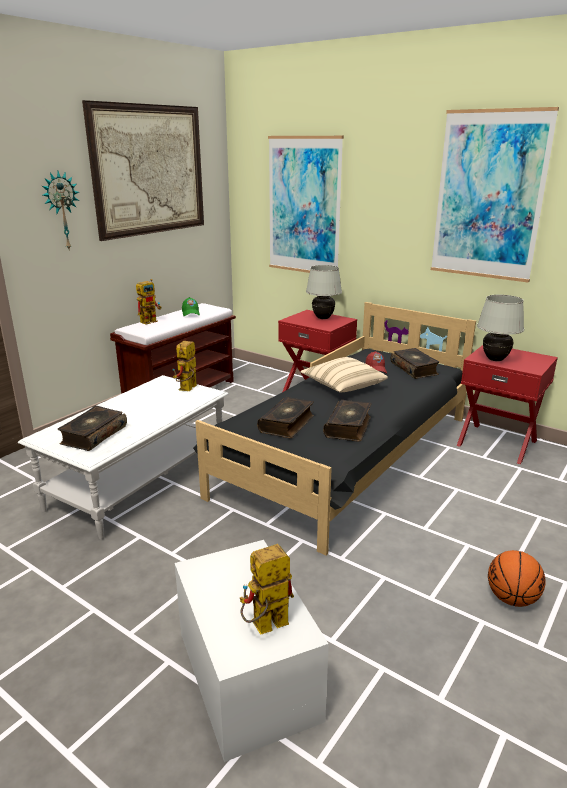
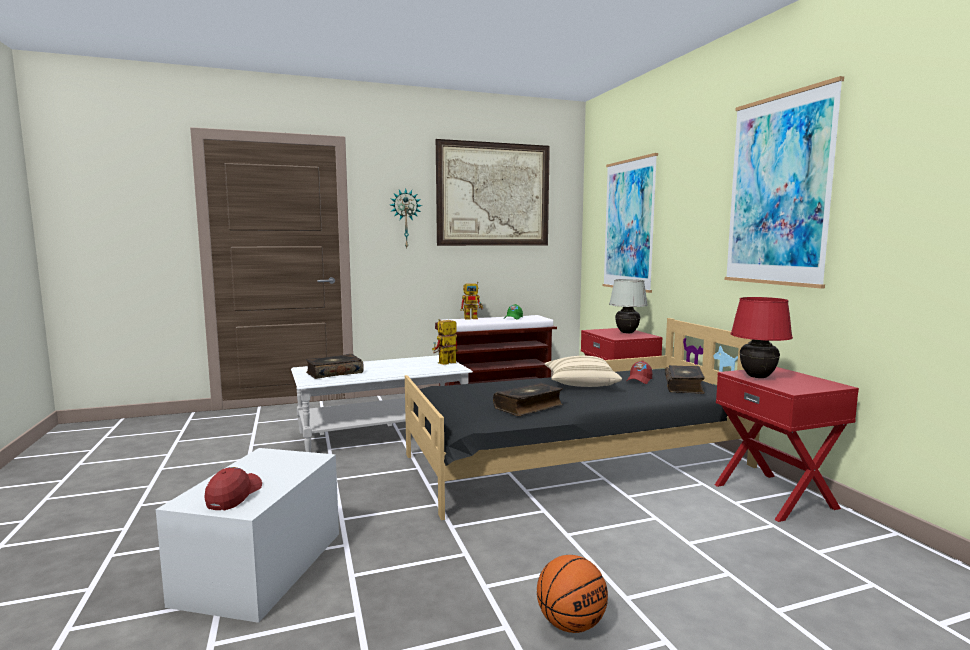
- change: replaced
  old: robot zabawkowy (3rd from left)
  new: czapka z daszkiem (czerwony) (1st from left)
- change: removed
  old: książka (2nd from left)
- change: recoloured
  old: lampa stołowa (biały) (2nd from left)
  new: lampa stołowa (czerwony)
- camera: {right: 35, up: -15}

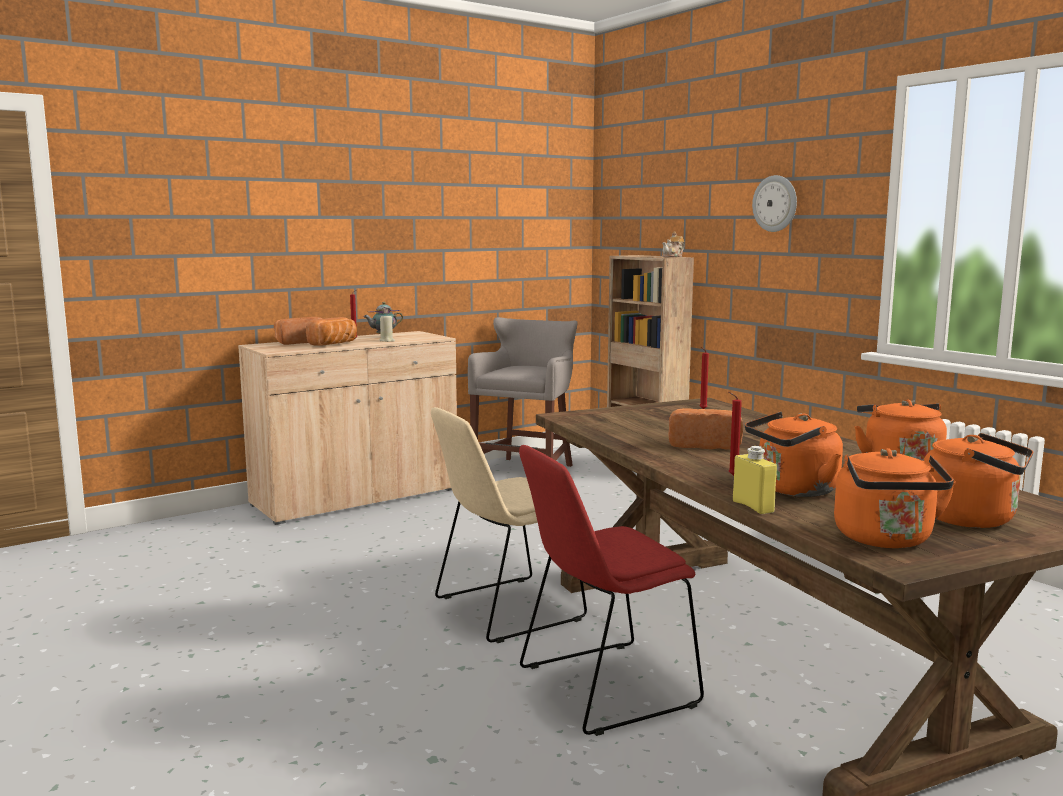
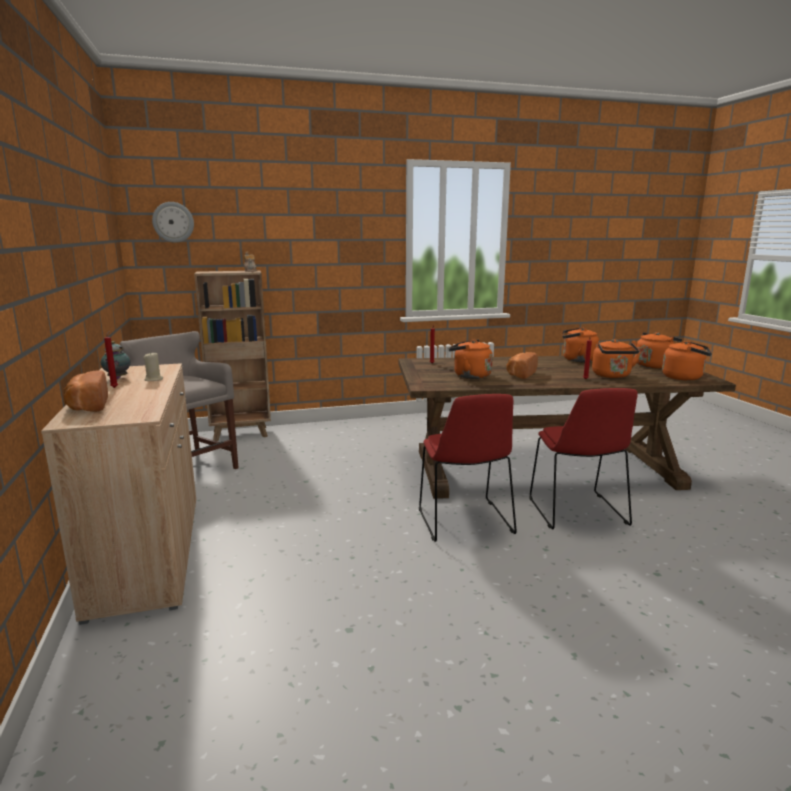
- change: removed
  old: chleb (2nd from left)
- change: recoloured
  old: krzesło (beżowy)
  new: krzesło (czerwony) (1st from left)
- change: removed
  old: butelka (żółty)
- change: moved
  old: zegar ścienny
- change: added
  new: czajnik (pomarańczowy) (1st from left)
- camera: {right: -70, up: 5}

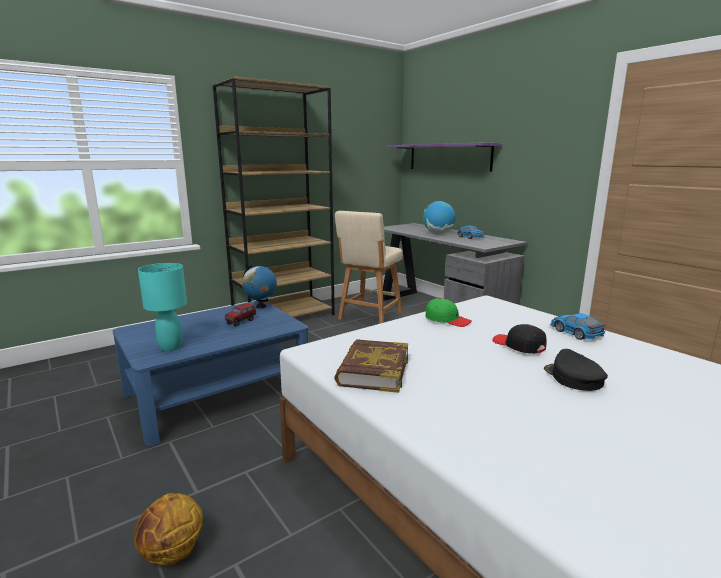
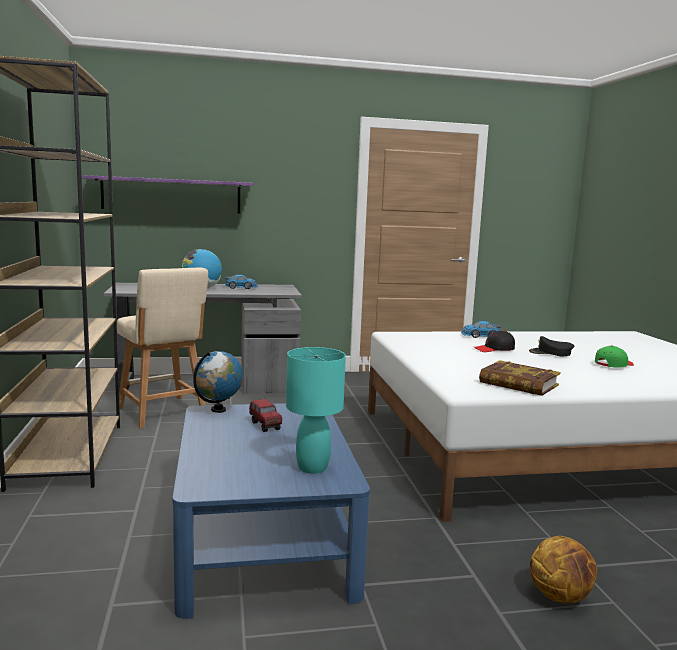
- change: moved
  old: czapka z daszkiem (zielony)
- camera: {right: -65, up: -5}

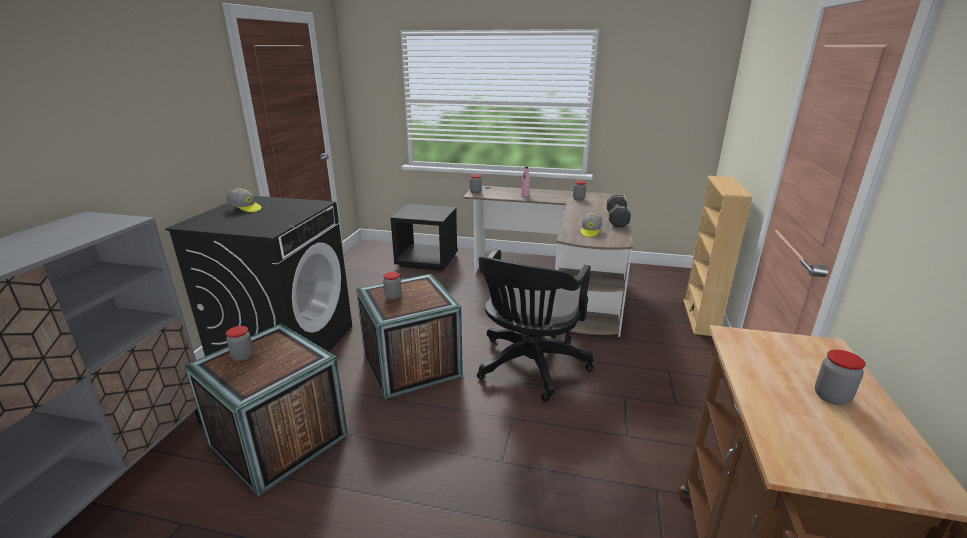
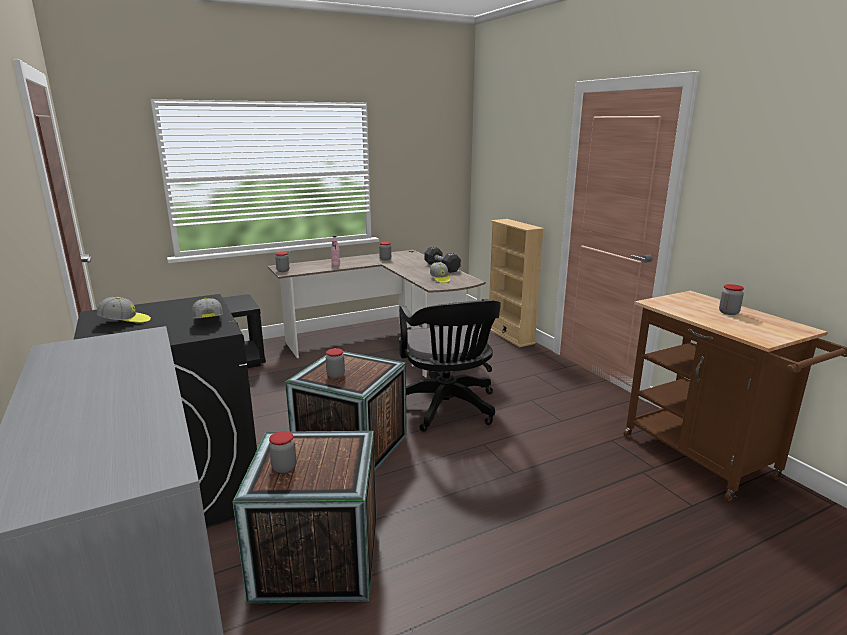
- change: added
  new: czapka z daszkiem (2nd from left)
- camera: {right: -40, up: -5}

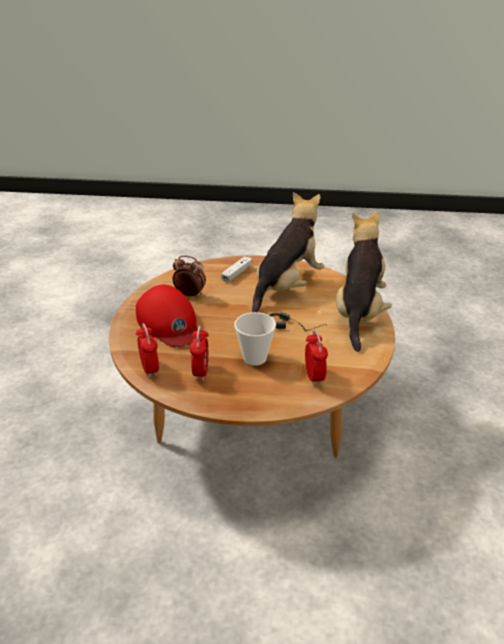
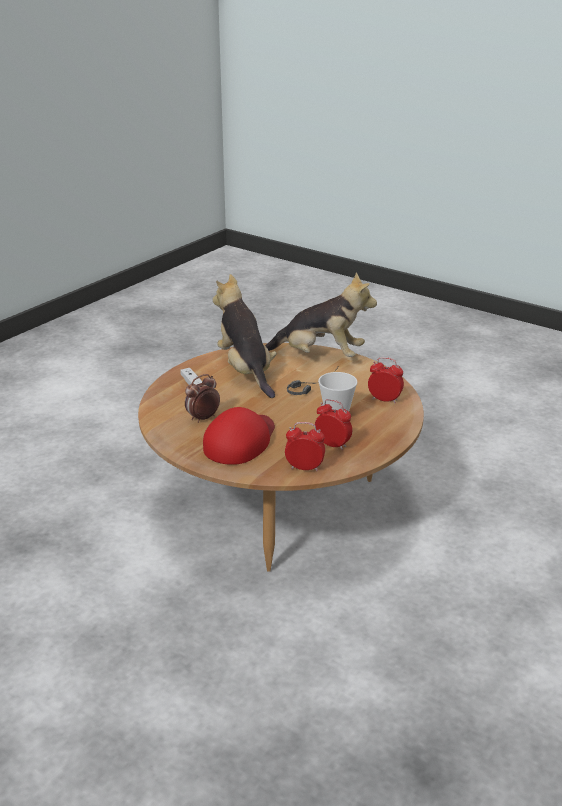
- change: turned
  old: czapka z daszkiem (czerwony)
  degrees: -60
- change: turned
  old: pluszak (2nd from left)
  degrees: 150
- camera: {right: -60, up: -5}

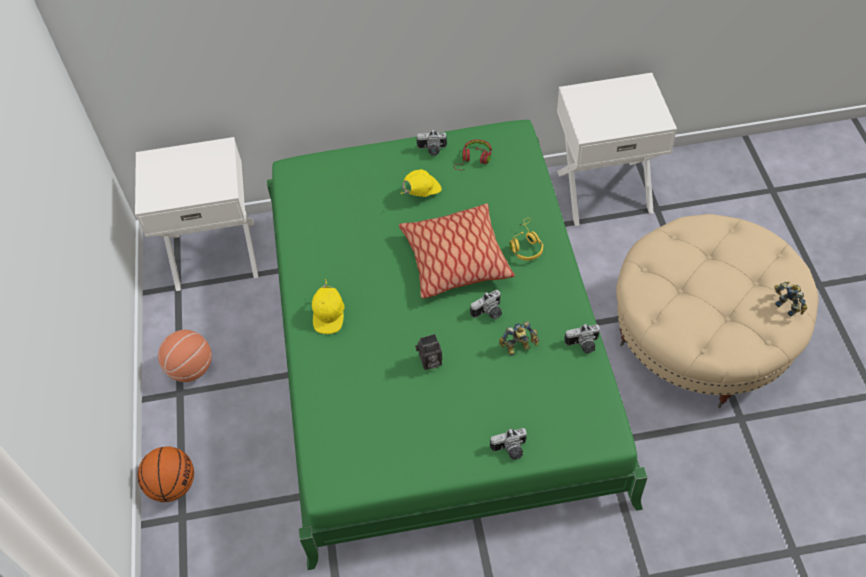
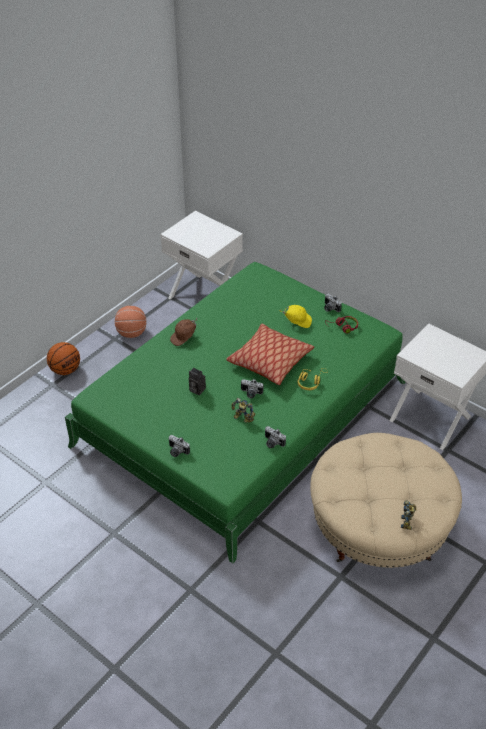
- change: recoloured
  old: czapka z daszkiem (żółty) (1st from left)
  new: czapka z daszkiem (brązowy)
- camera: {right: 45, up: -10}

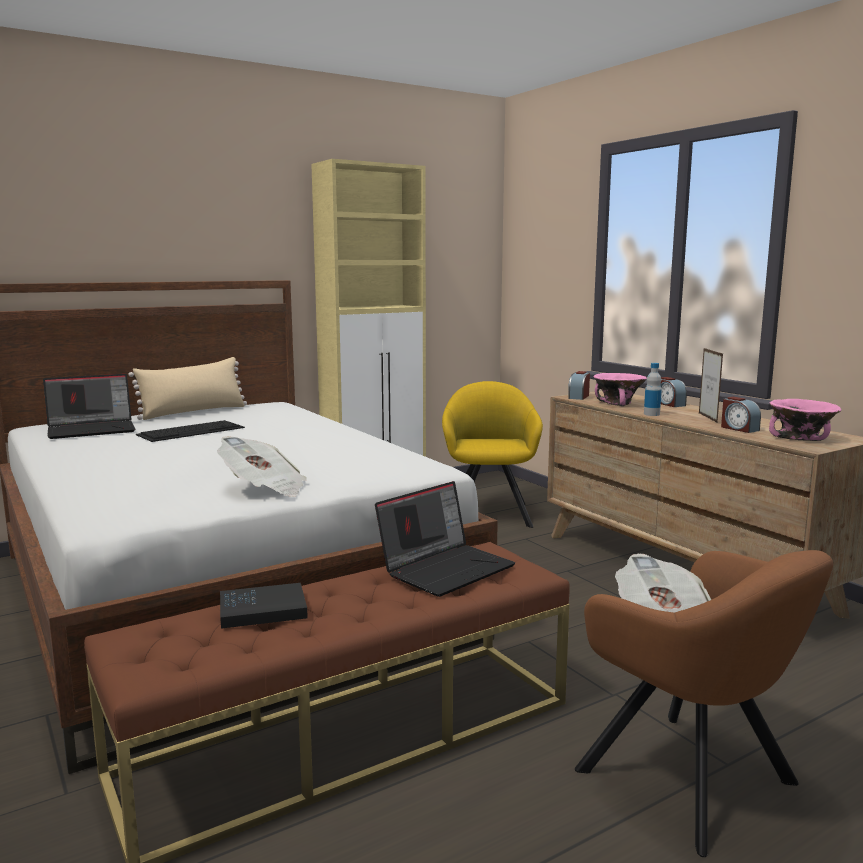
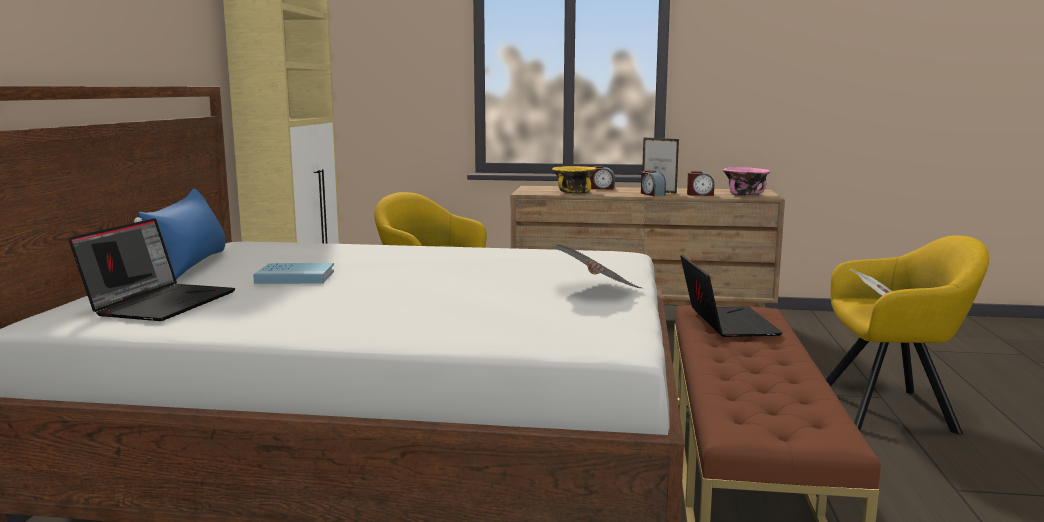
- change: recoloured
  old: poduszka (beżowy)
  new: poduszka (niebieski)
- change: replaced
  old: klawiatura
  new: książka (niebieski)
- change: removed
  old: książka (czarny)
- change: moved
  old: budzik (1st from left in the first image)
  new: budzik (2nd from left)
- change: recoloured
  old: fotel (brązowy)
  new: fotel (żółty) (2nd from left)
- change: recoloured
  old: miska (różowy) (1st from left)
  new: miska (żółty)
- change: removed
  old: butelka
- camera: {right: -50, up: 0}

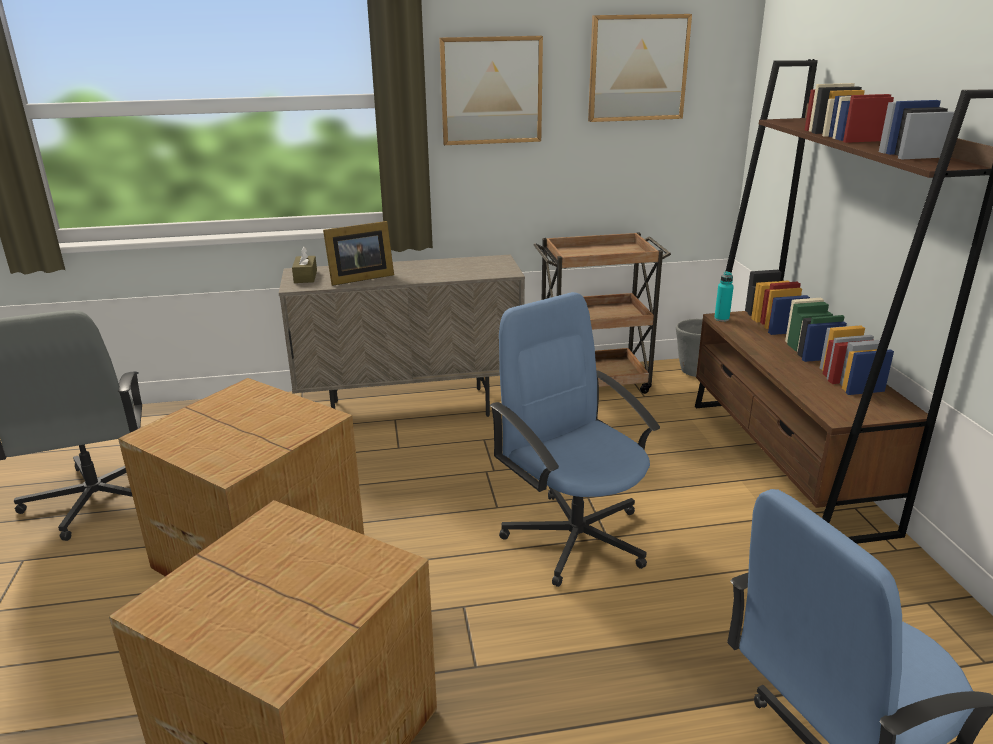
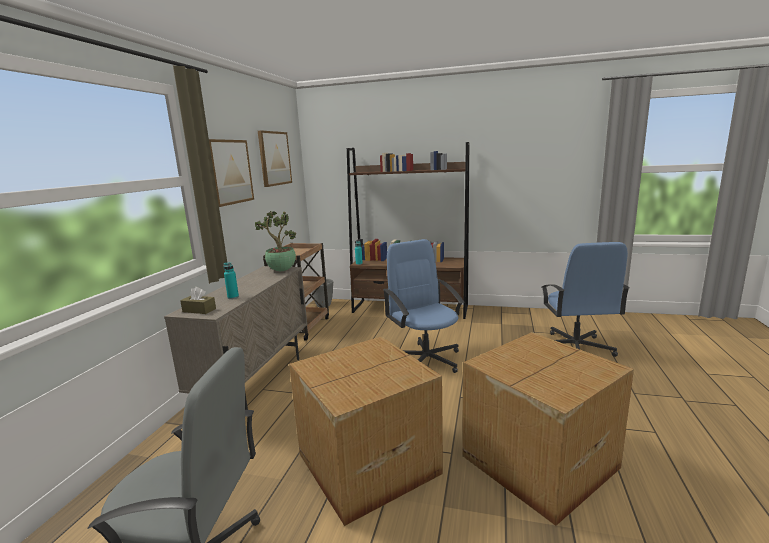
- change: replaced
  old: ramka na zdjęcie
  new: butelka (turkusowy) (1st from left)
- change: turned
  old: krzesło biurowe (niebieski) (1st from left)
  degrees: 75
- change: added
  new: roślina doniczkowa
- camera: {right: -65, up: -10}

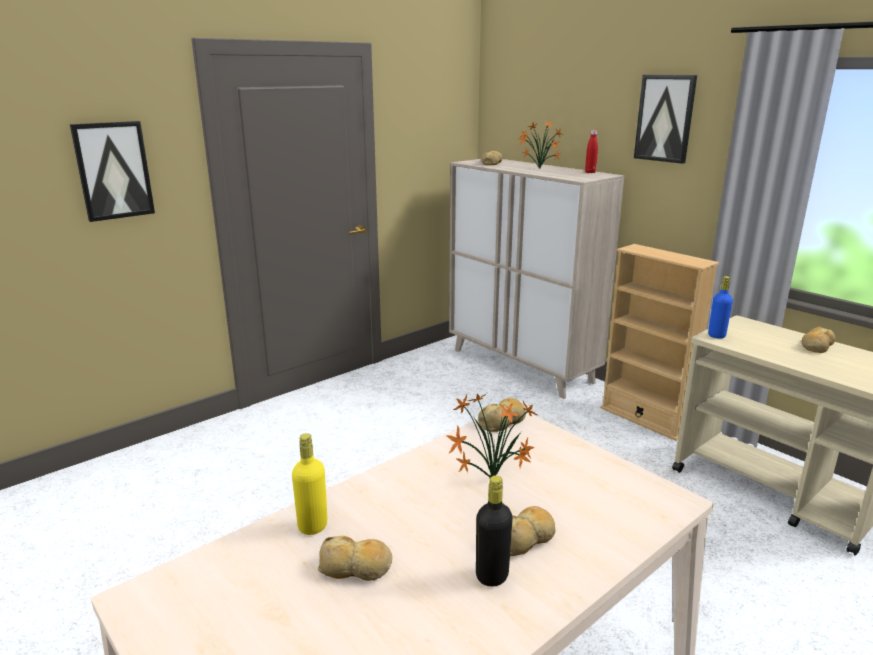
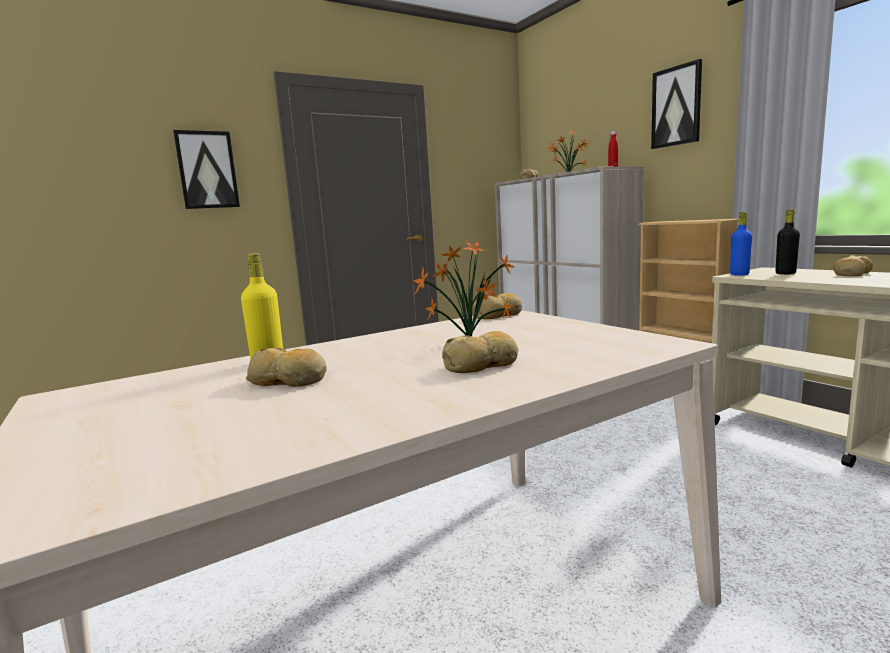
- change: moved
  old: butelka (czarny)
- camera: {right: 10, up: -10}

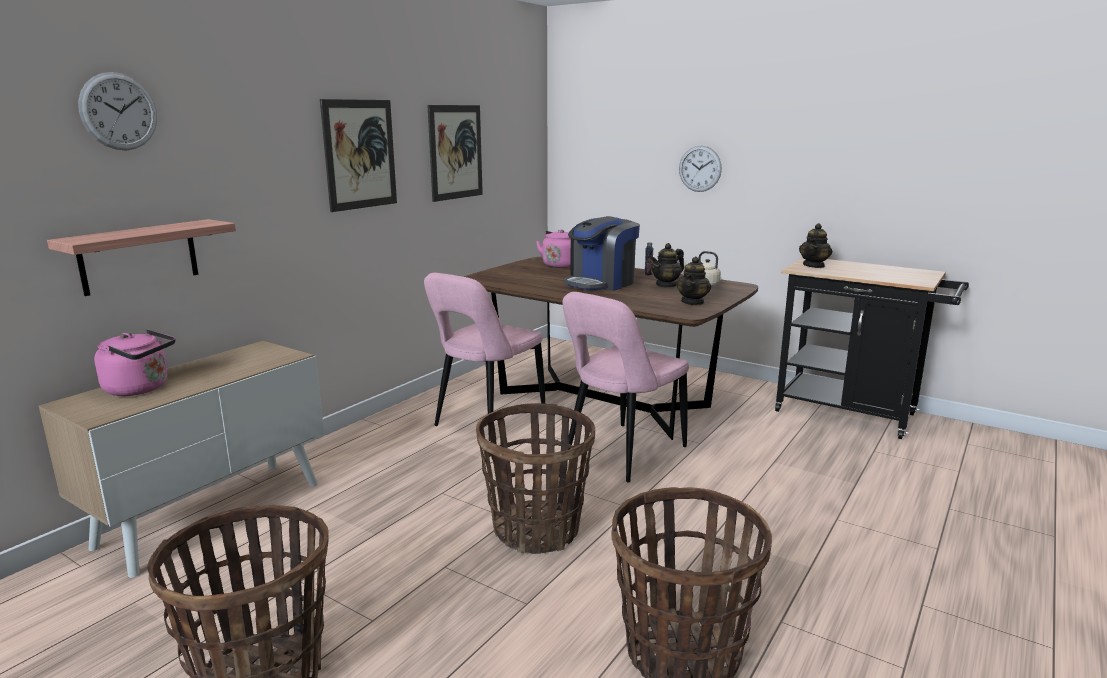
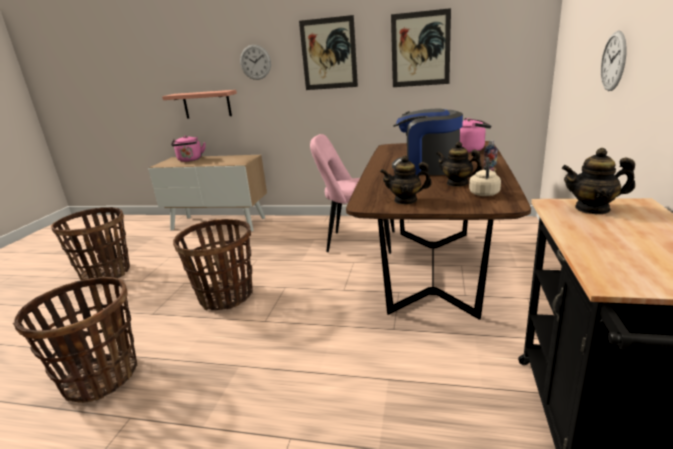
- change: moved
  old: zegar ścienny (1st from left)
- change: removed
  old: krzesło (różowy) (2nd from left)
- camera: {right: 70, up: 5}

